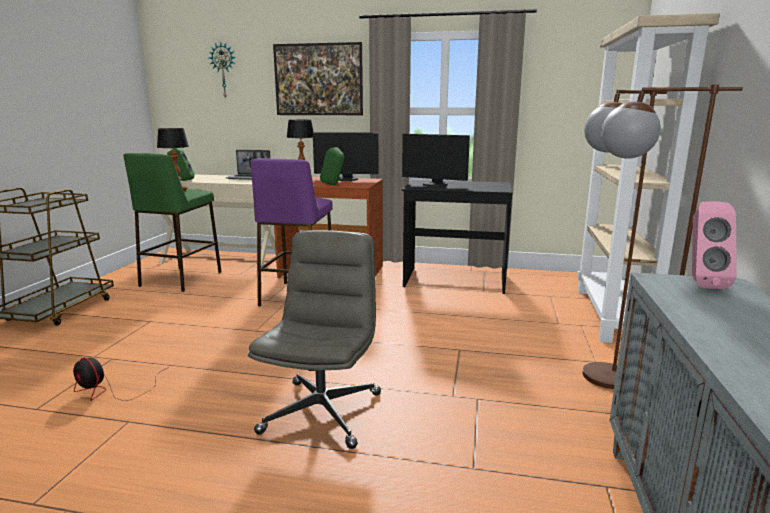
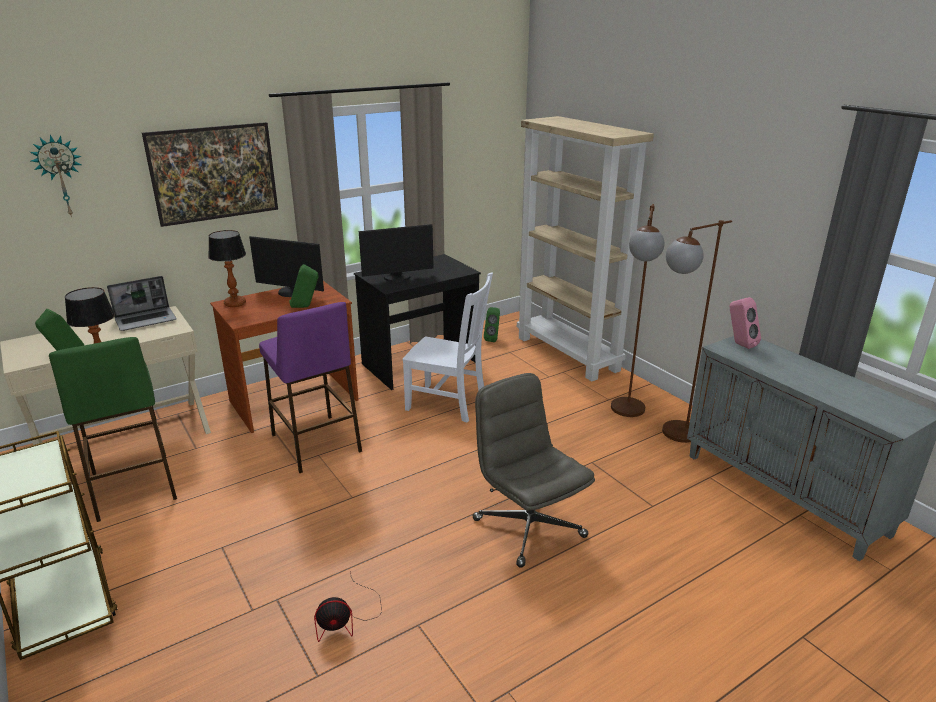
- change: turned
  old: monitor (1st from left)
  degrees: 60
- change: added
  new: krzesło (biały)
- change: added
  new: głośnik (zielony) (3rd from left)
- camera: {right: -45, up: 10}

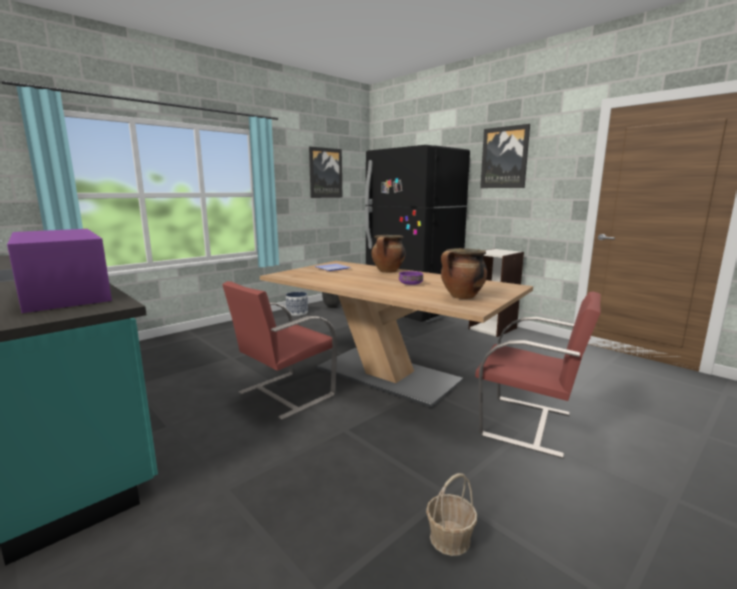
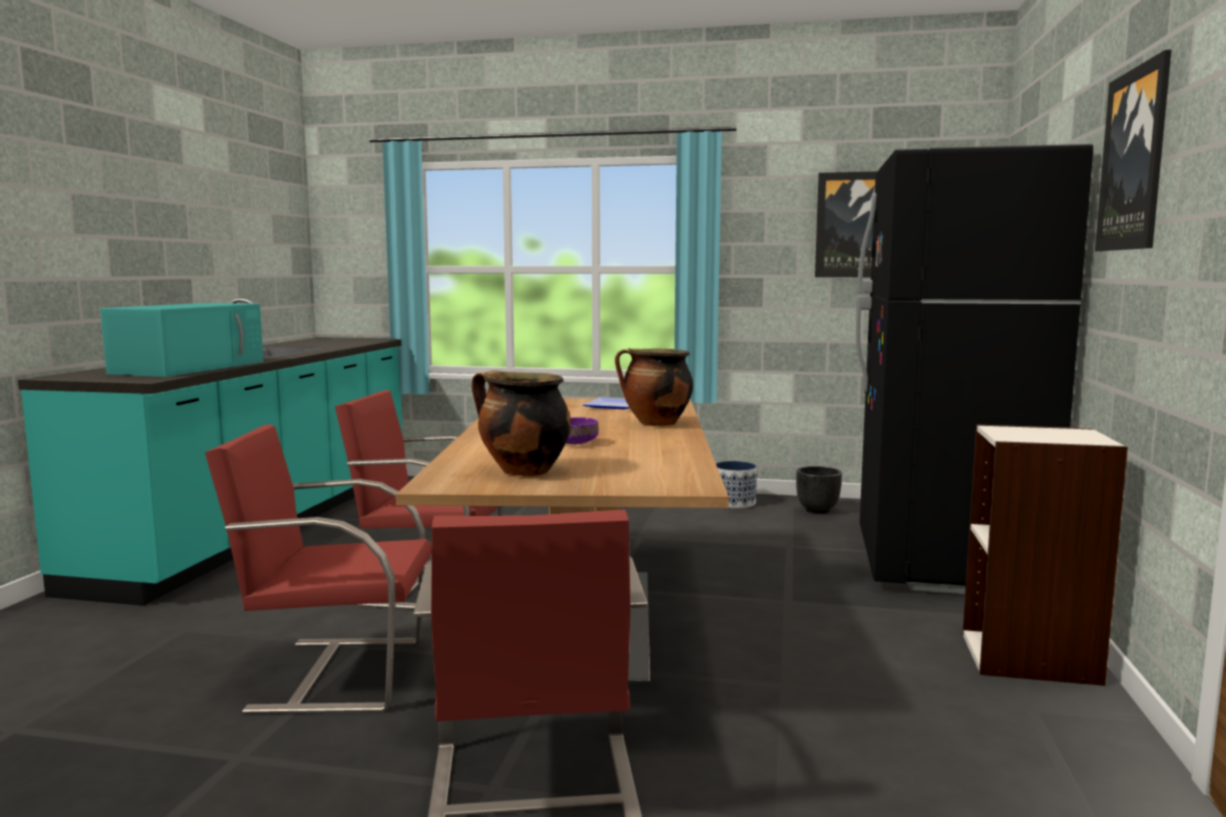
- change: recoloured
  old: mikrofalówka (fioletowy)
  new: mikrofalówka (turkusowy)
- change: removed
  old: koszyk
- change: added
  new: krzesło (czerwony) (1st from left)
- camera: {right: 55, up: -5}

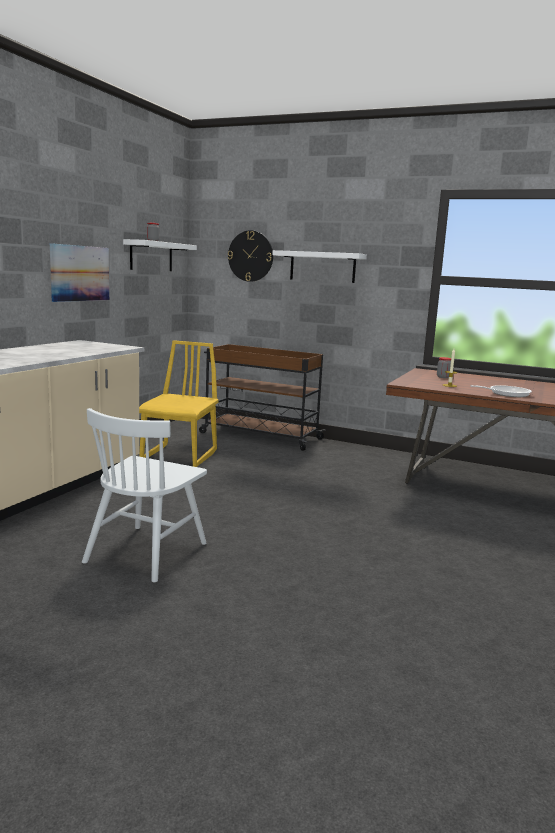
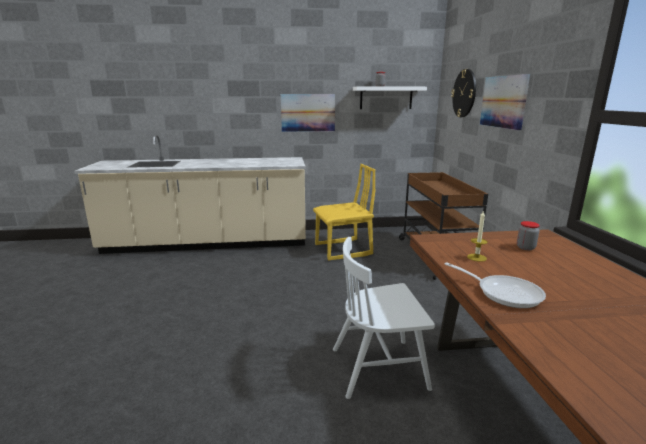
- change: moved
  old: krzesło (biały)
- change: replaced
  old: półka (biały) (2nd from left)
  new: obraz (2nd from left)
- camera: {right: 60, up: 5}

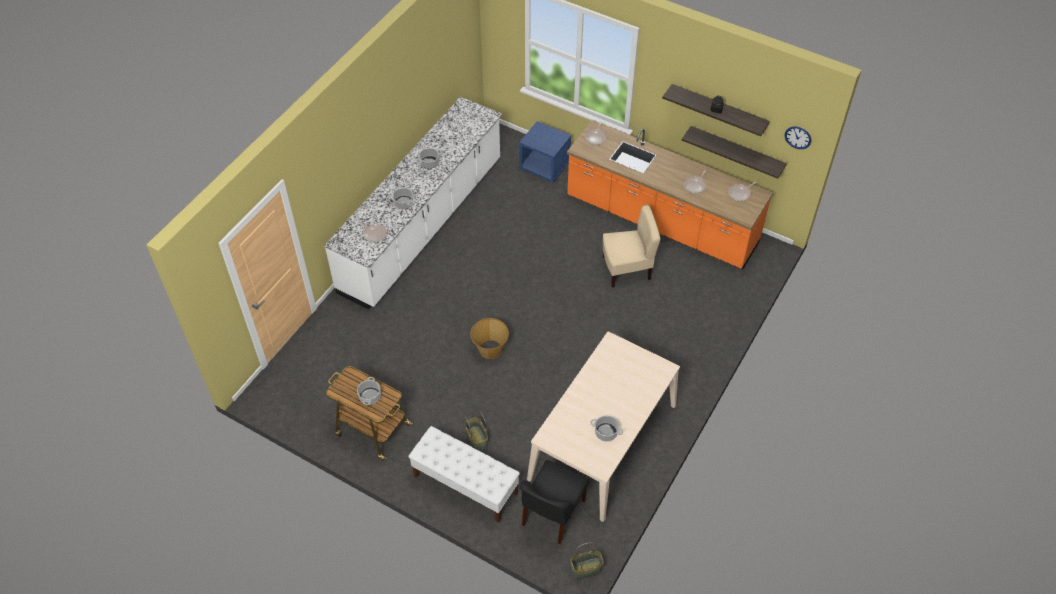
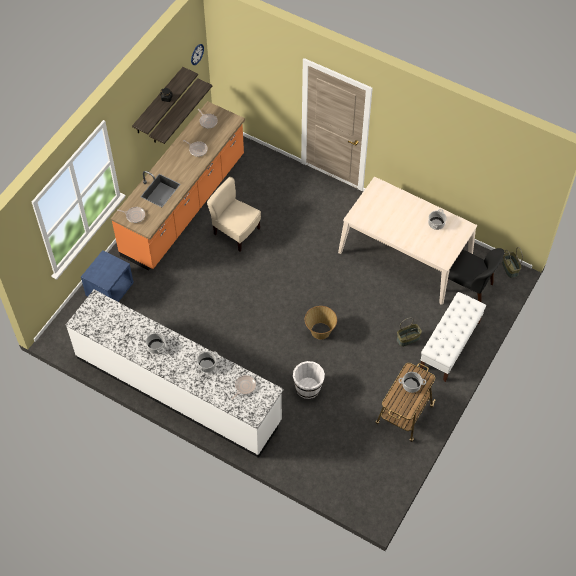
- change: turned
  old: krzesło (beżowy)
  degrees: -45
- change: added
  new: wiadro (biały)
- camera: {right: -90, up: 5}

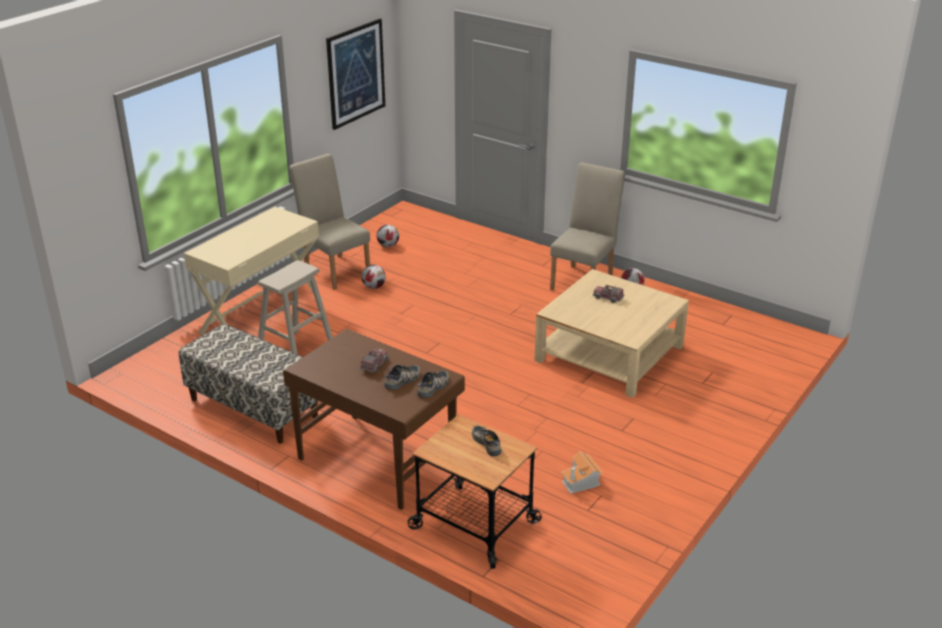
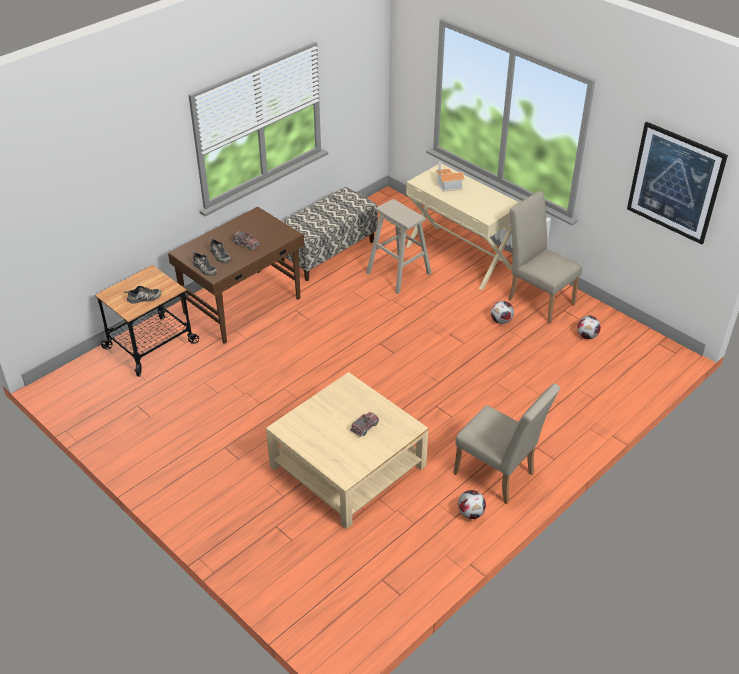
- change: turned
  old: krzesło (beżowy) (1st from left in the first image)
  degrees: -105
- change: moved
  old: domek
- camera: {right: 100, up: 10}

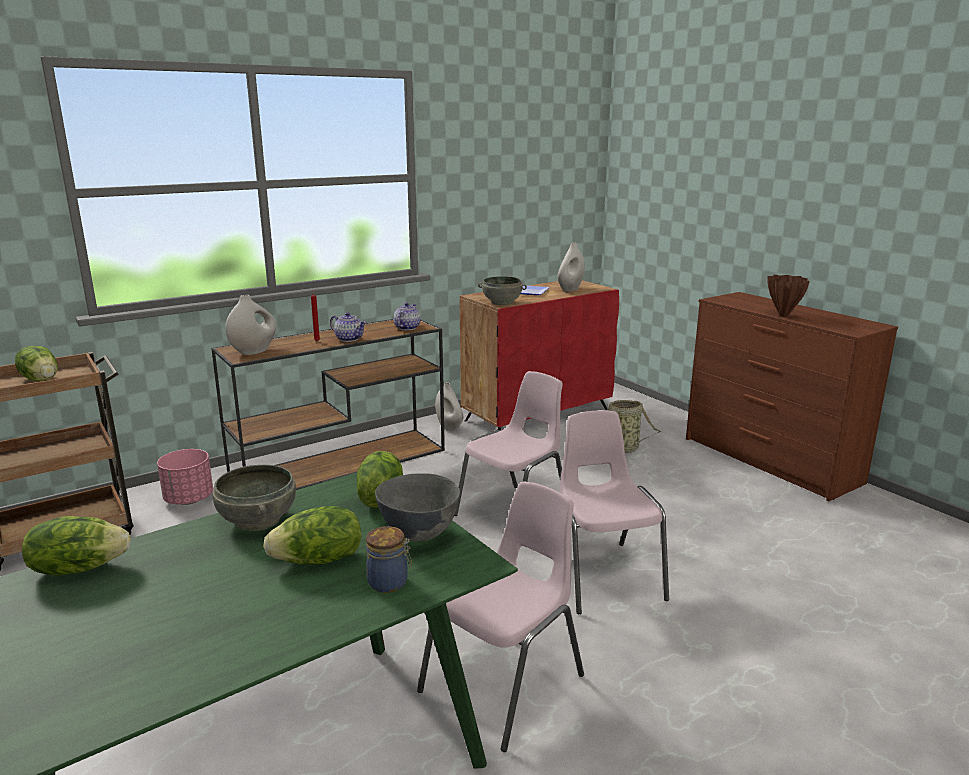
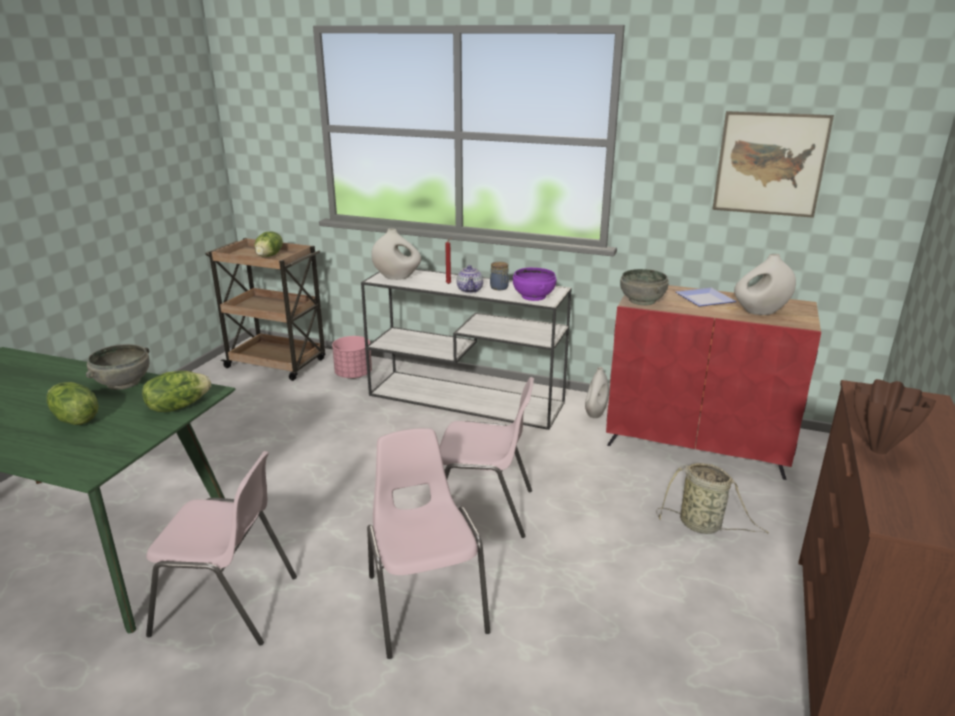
- change: removed
  old: sałata (2nd from left)
- change: recoloured
  old: stolik konsolowy (brązowy)
  new: stolik konsolowy (biały)
- change: moved
  old: słoik
- change: removed
  old: miska (szary) (2nd from left)
- change: replaced
  old: imbryk (2nd from left)
  new: miska (fioletowy)
- change: turned
  old: krzesło (różowy) (3rd from left in the first image)
  degrees: -60
- change: added
  new: obraz
- camera: {right: 55, up: 5}

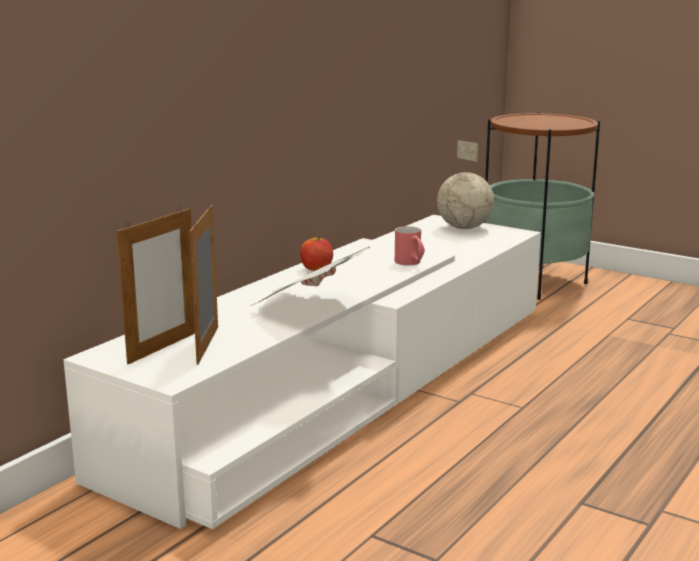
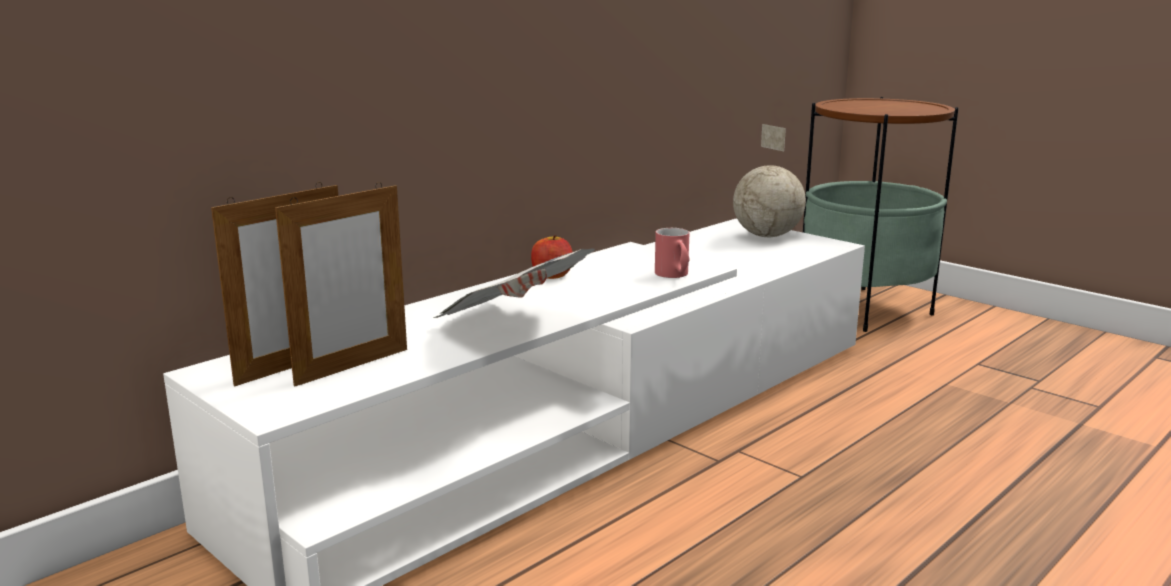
- change: turned
  old: ramka na zdjęcie (2nd from left)
  degrees: -150
- camera: {right: 10, up: 0}

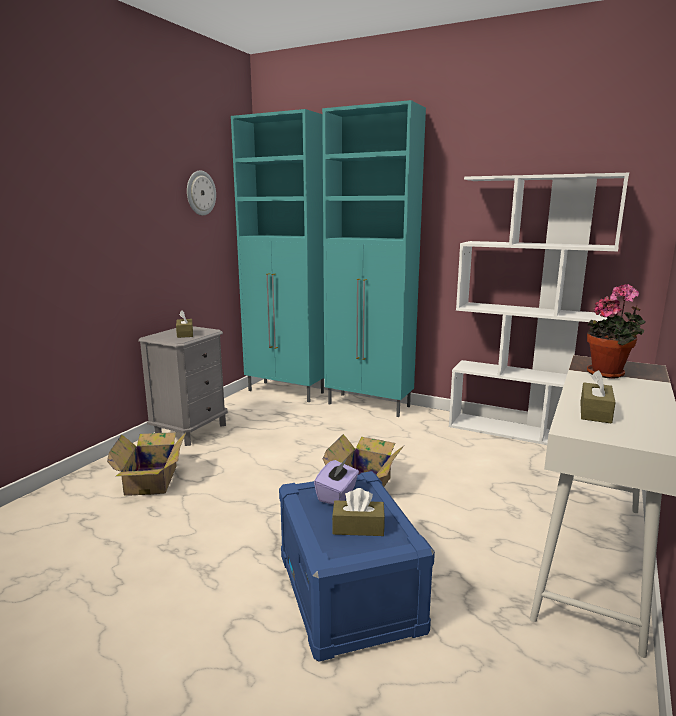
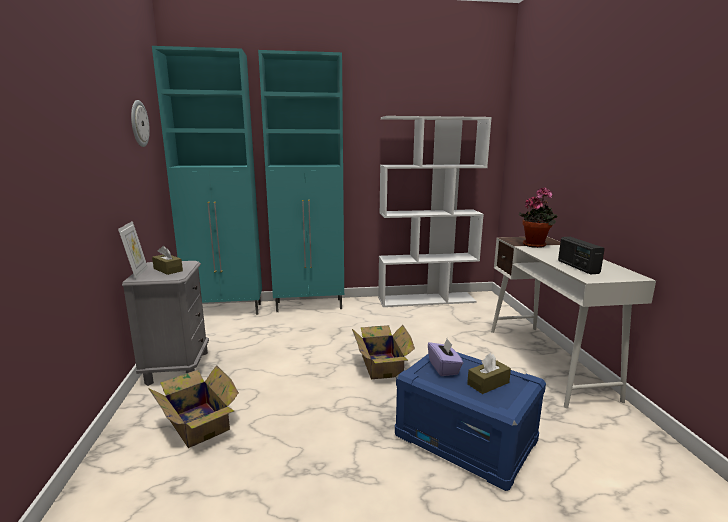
- change: replaced
  old: pudełko chusteczek (brązowy) (3rd from left)
  new: radio
- change: added
  new: ramka na zdjęcie
- camera: {right: -35, up: 0}

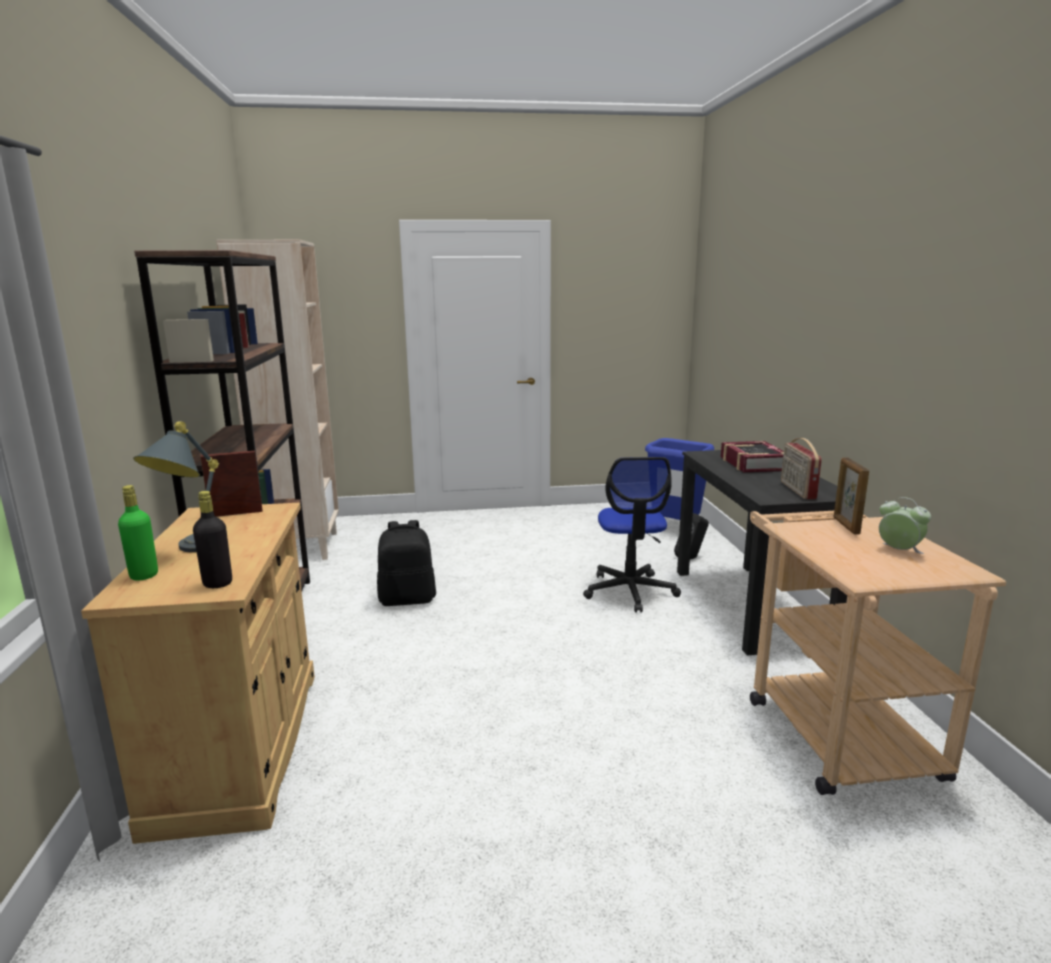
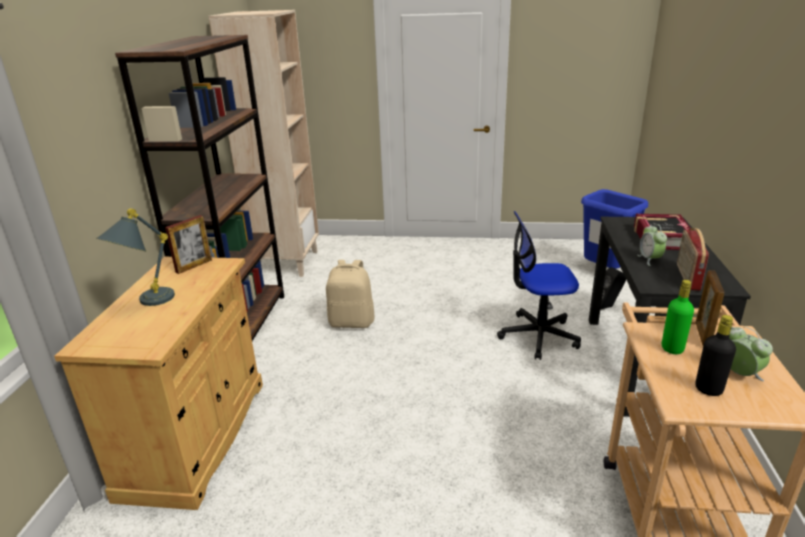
- change: moved
  old: butelka (zielony)
- change: moved
  old: butelka (czarny)
- change: turned
  old: ramka na zdjęcie (1st from left)
  degrees: 135
- change: recoloured
  old: plecak (czarny)
  new: plecak (beżowy)
- change: turned
  old: krzesło biurowe
  degrees: 75
- change: added
  new: budzik (1st from left)
- camera: {right: 15, up: 10}

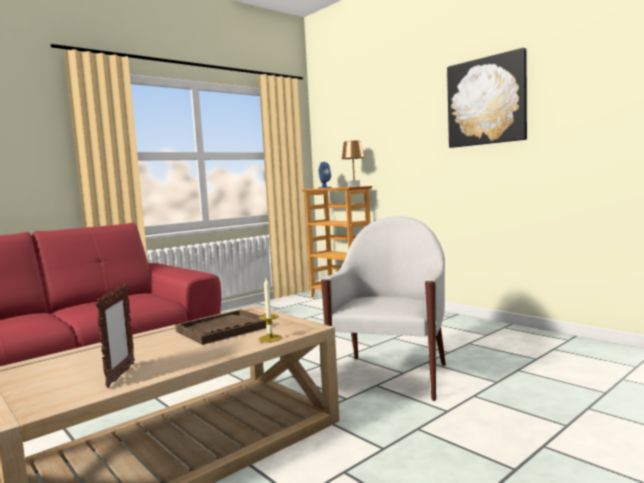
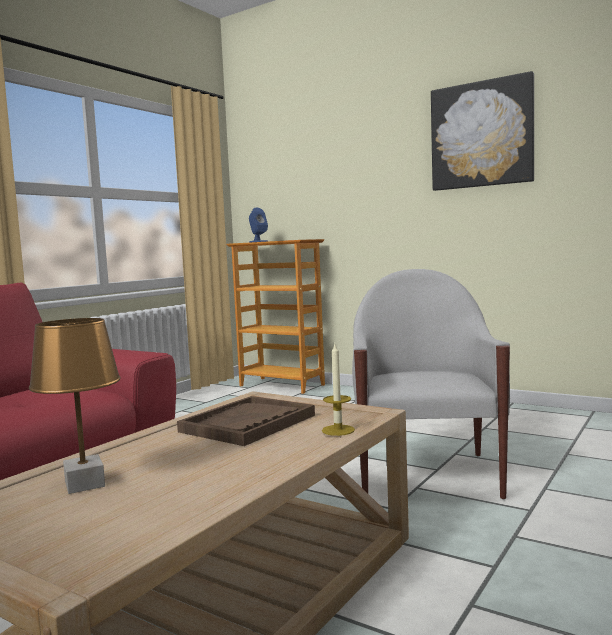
- change: removed
  old: ramka na zdjęcie
- change: moved
  old: lampa stołowa (brązowy)
- camera: {right: -15, up: 0}

